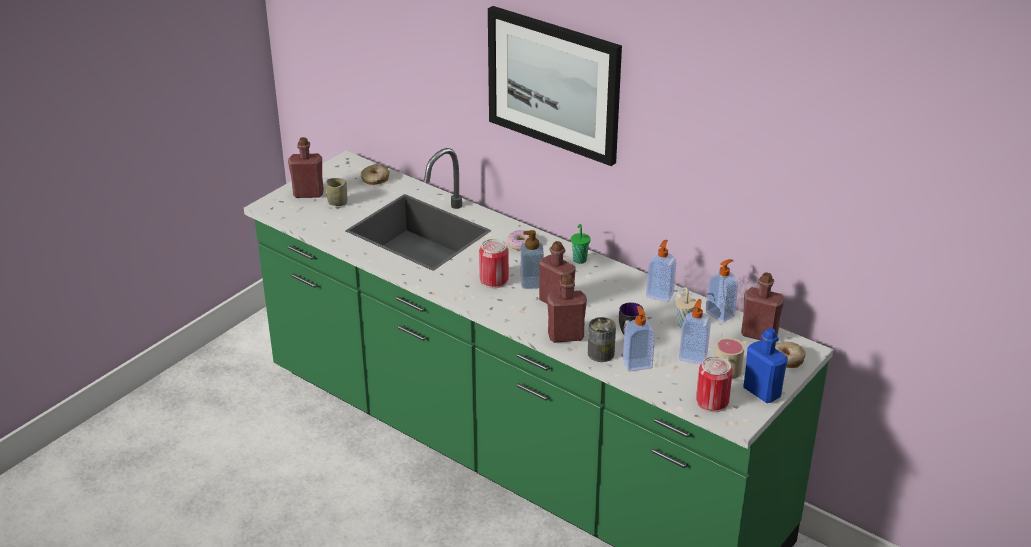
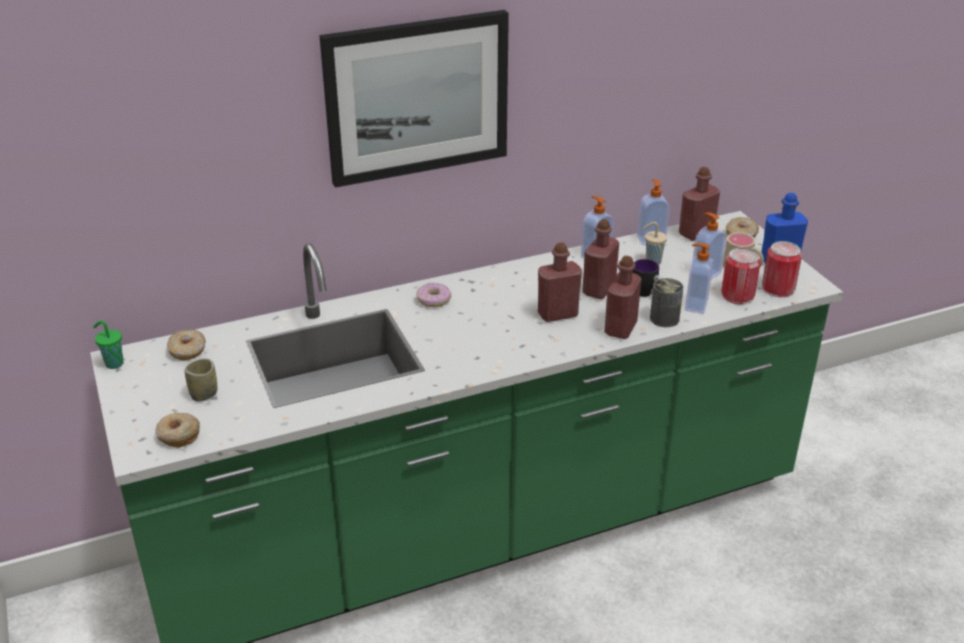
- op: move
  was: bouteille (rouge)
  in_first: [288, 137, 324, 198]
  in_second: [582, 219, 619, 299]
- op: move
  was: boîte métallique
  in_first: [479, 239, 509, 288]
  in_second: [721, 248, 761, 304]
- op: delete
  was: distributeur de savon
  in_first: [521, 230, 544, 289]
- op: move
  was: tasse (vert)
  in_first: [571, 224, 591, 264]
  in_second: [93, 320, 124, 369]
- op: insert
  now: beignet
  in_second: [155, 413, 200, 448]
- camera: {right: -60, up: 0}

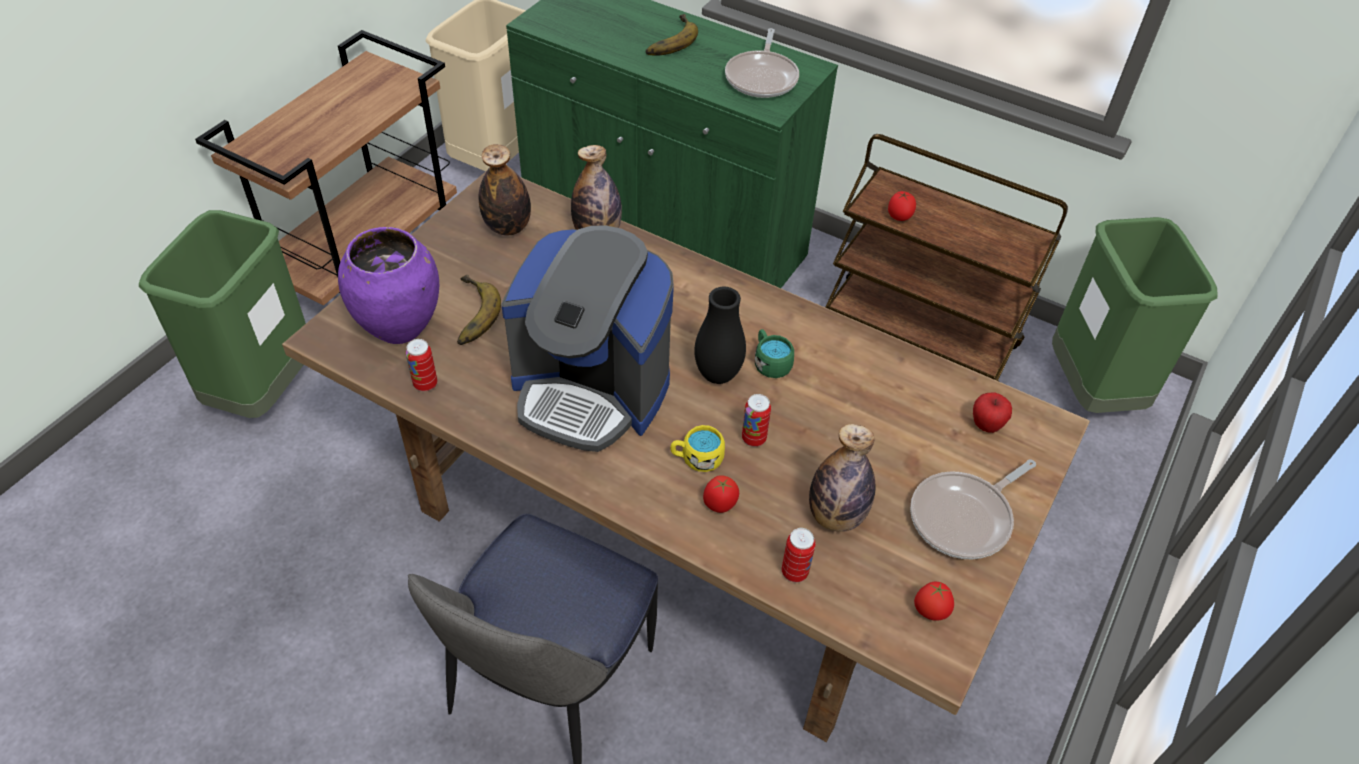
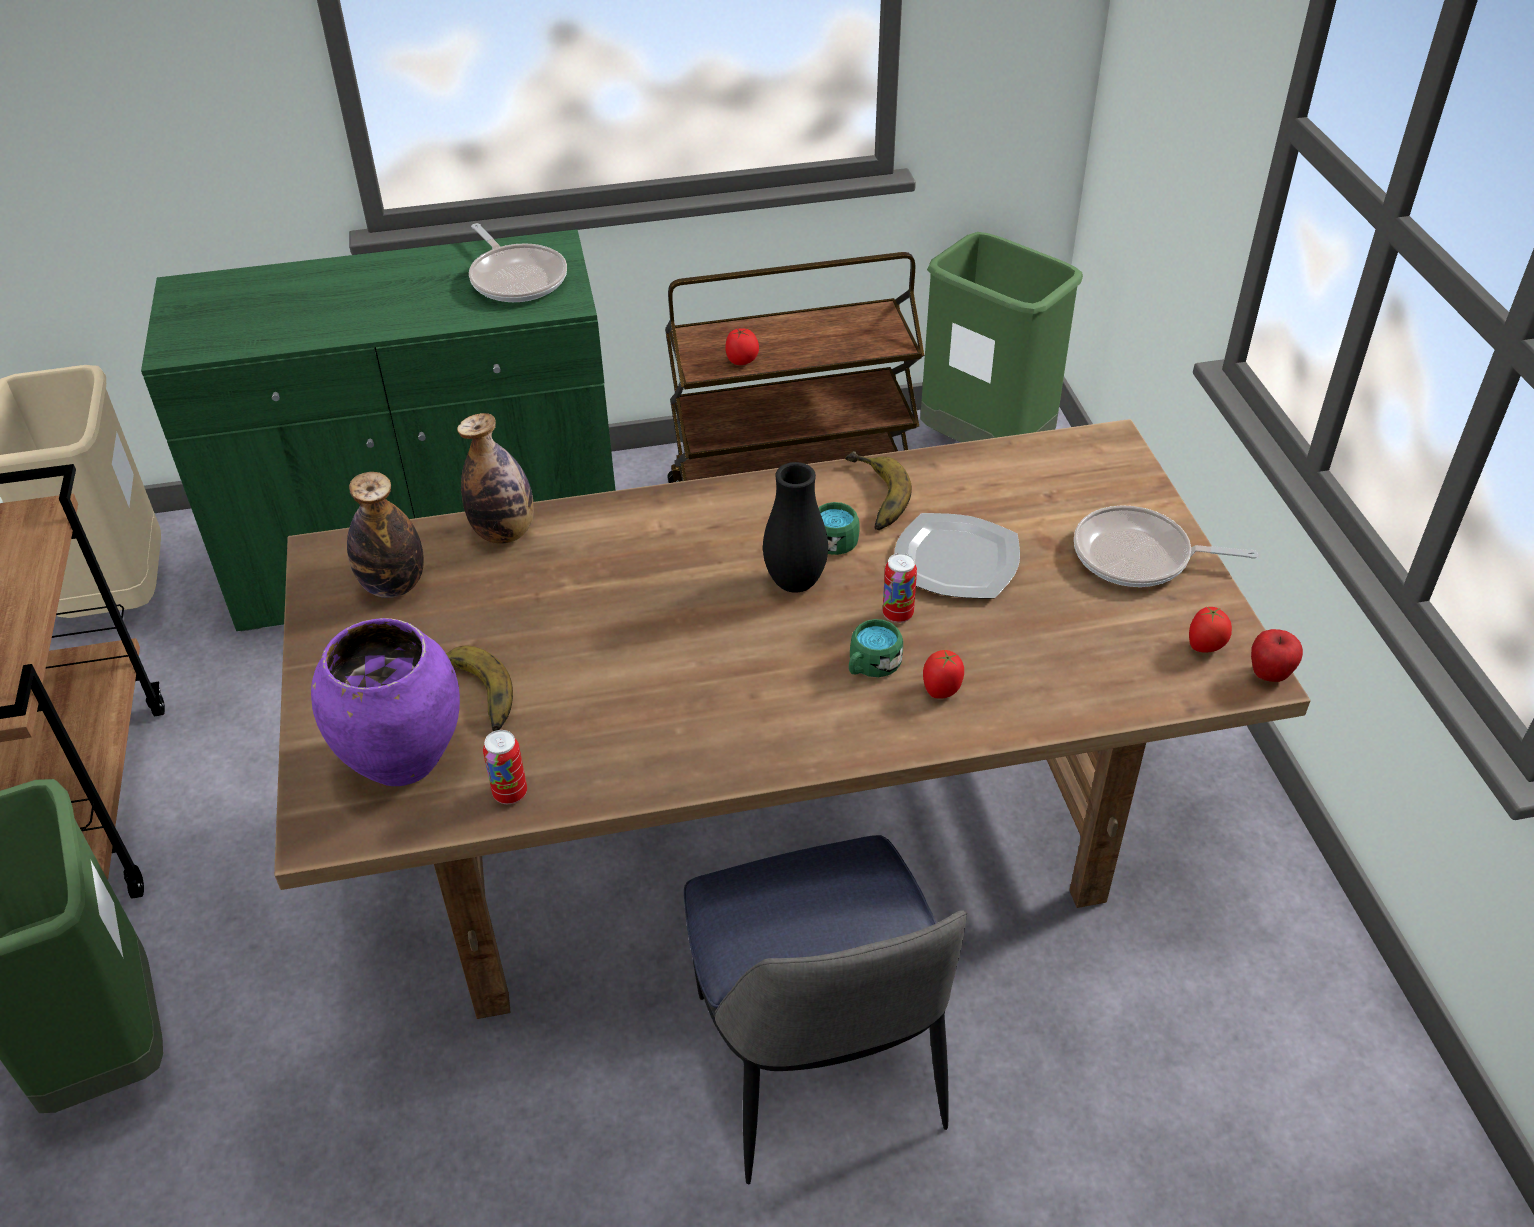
- op: delete
  was: machine à café
  in_first: [501, 226, 674, 452]
- op: move
  was: banane
  in_first: [646, 14, 698, 56]
  in_second: [845, 451, 912, 530]
- op: recolor
  was: mug (jaune)
  now: mug (vert)
  in_first: [670, 425, 725, 472]
  in_second: [849, 619, 903, 677]
- op: delete
  was: boîte métallique
  in_first: [782, 528, 815, 582]
- op: delete
  was: bouteille
  in_first: [809, 424, 876, 532]
- op: rotate
  was: poêle
  in_first: [910, 459, 1036, 560]
  in_second: [1074, 505, 1258, 587]
  clockwise: 90
- op: move
  was: pomme
  in_first: [973, 393, 1012, 433]
  in_second: [1251, 629, 1303, 682]
- op: insert
  now: assiette
  in_second: [894, 513, 1020, 599]
- camera: {right: -40, up: -5}

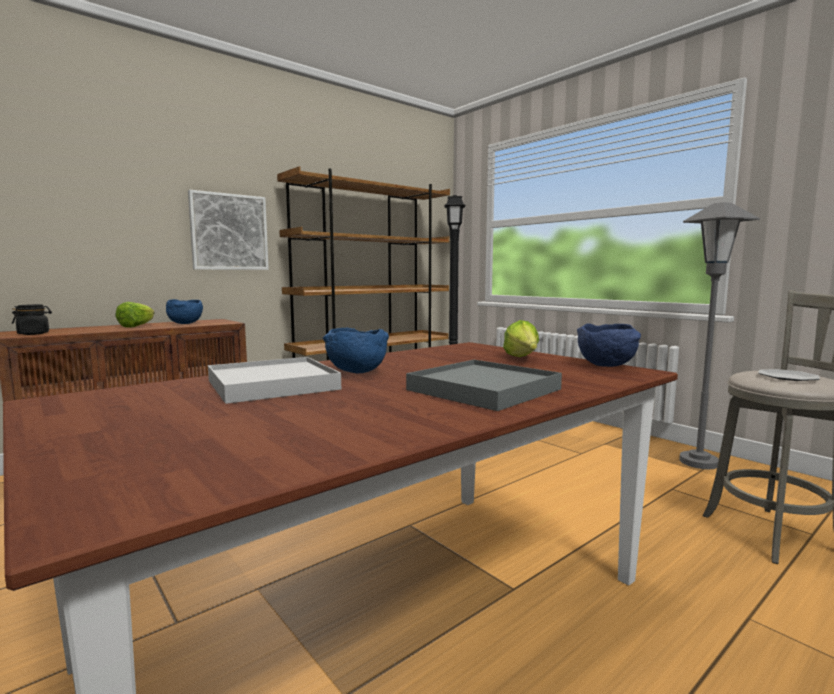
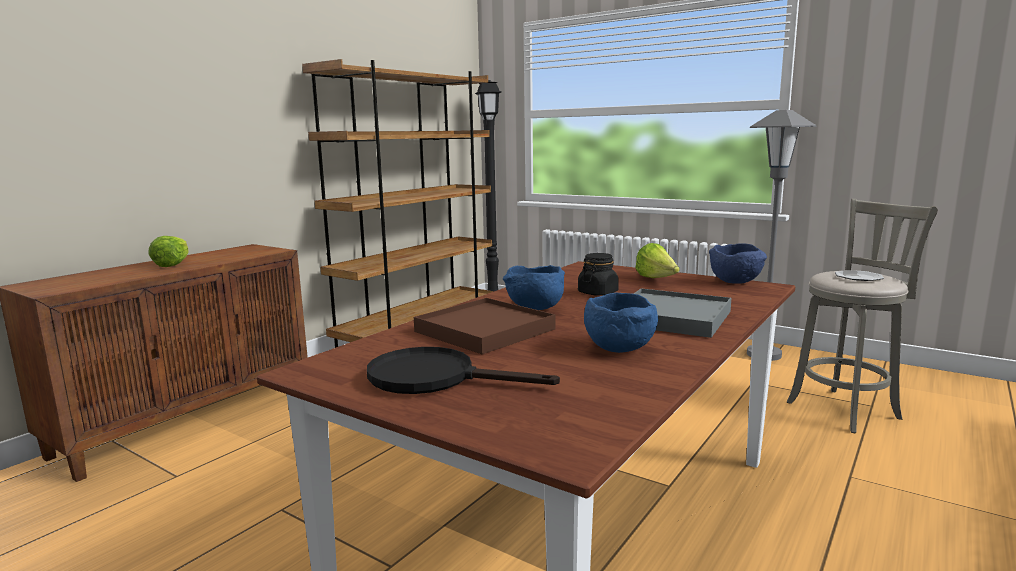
- op: move
  was: bocal (noir)
  in_first: [12, 304, 52, 335]
  in_second: [578, 253, 619, 296]
- op: move
  was: bol (bleu)
  in_first: [166, 299, 203, 324]
  in_second: [584, 293, 658, 353]
- op: delete
  was: tableau
  in_first: [188, 190, 269, 270]
- op: recolor
  was: plateau (blanc)
  now: plateau (marron)
  in_first: [208, 357, 341, 404]
  in_second: [414, 298, 555, 355]
- op: insert
  now: poêle (noir)
  in_second: [367, 347, 560, 394]
- camera: {right: -15, up: 5}

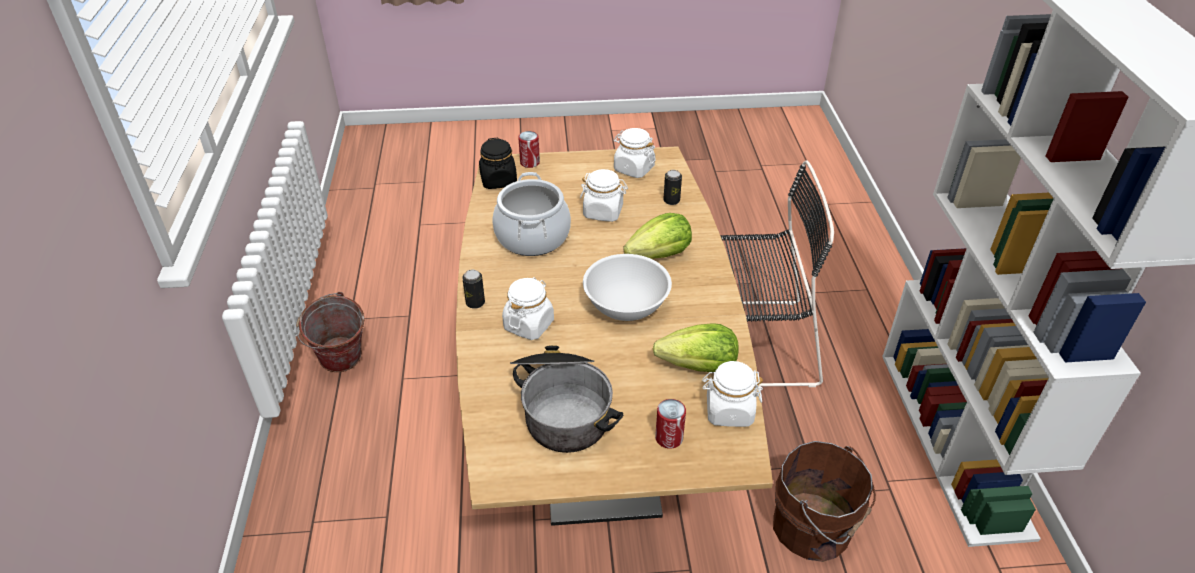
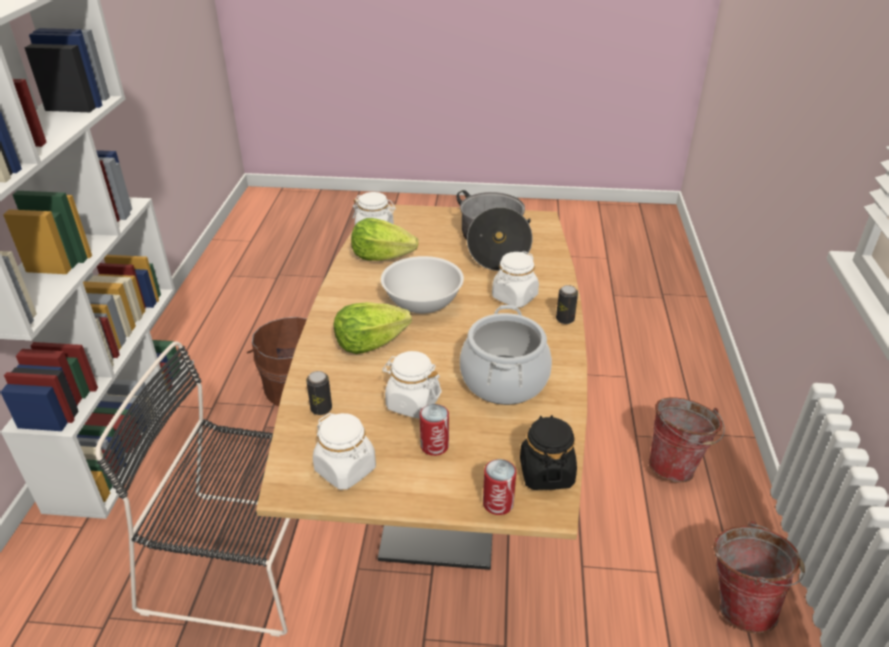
- op: move
  was: boîte métallique
  in_first: [655, 399, 686, 449]
  in_second: [420, 404, 449, 456]
- op: insert
  now: seau
  in_second: [648, 397, 725, 482]
- camera: {right: -170, up: -5}

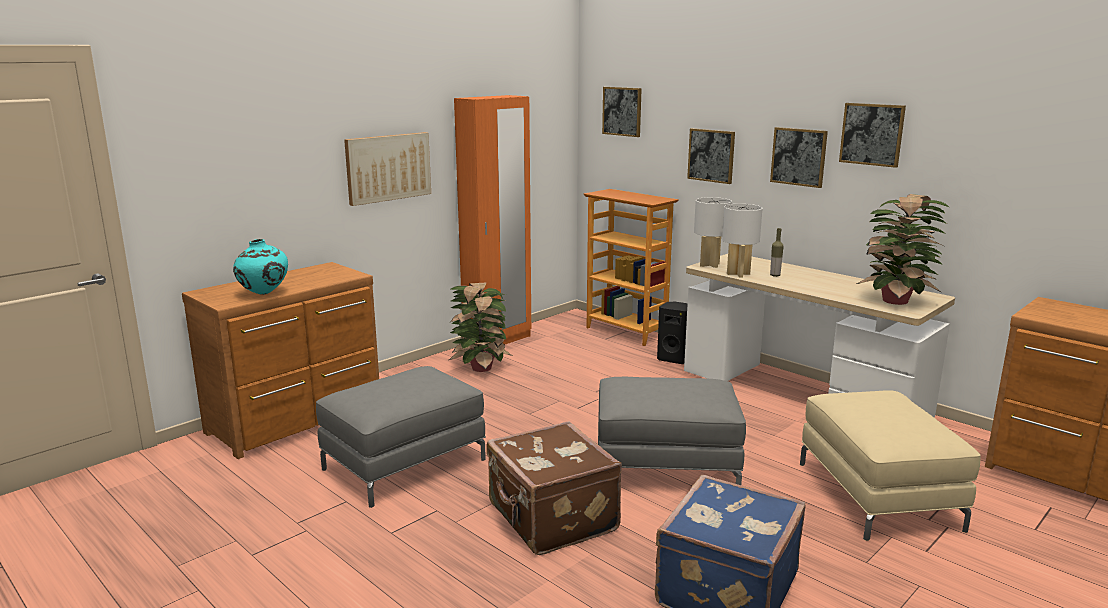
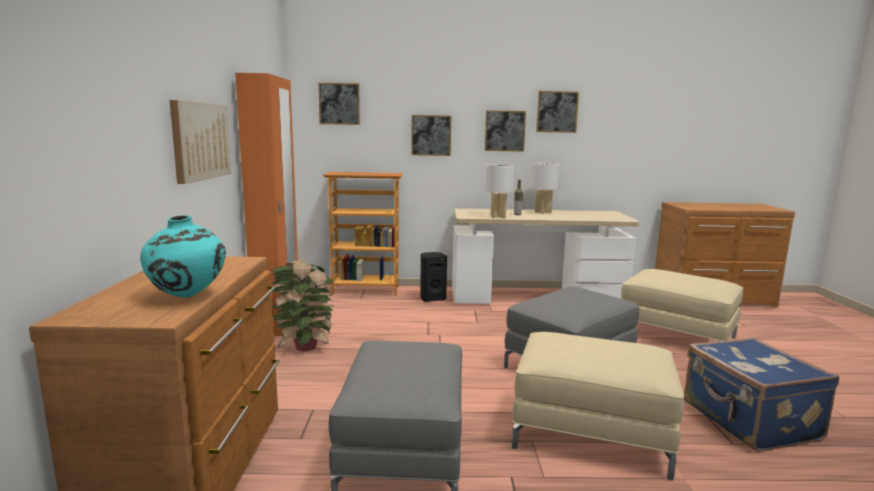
- op: replace
  was: valise (marron)
  now: pouf (beige)
  in_first: [486, 421, 622, 555]
  in_second: [512, 332, 684, 481]
- op: move
  was: lampe de table (blanc)
  in_first: [694, 197, 732, 268]
  in_second: [532, 163, 560, 214]
- op: delete
  was: plante en pot
  in_first: [857, 194, 949, 305]
- camera: {right: -45, up: -5}

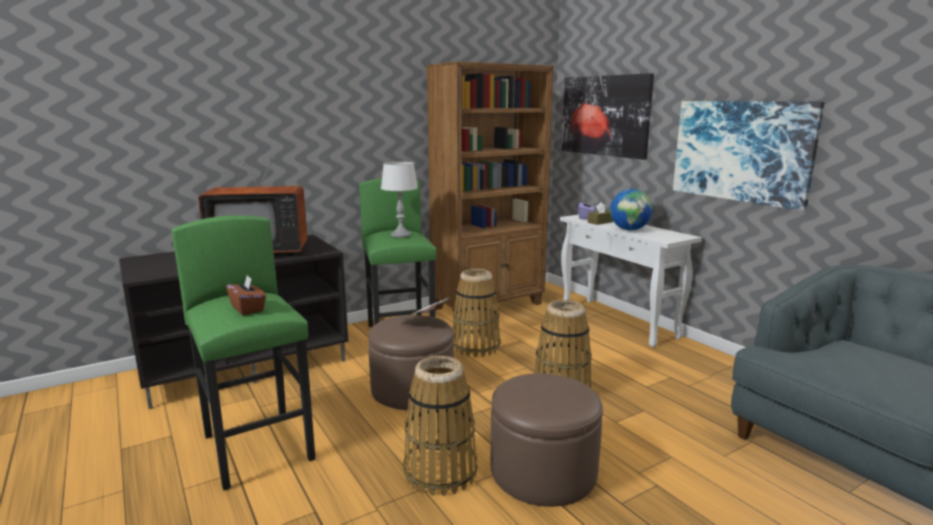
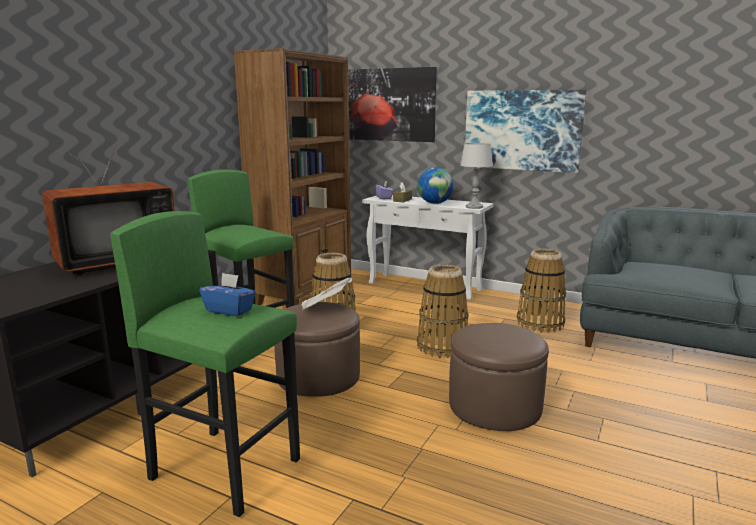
- op: recolor
  was: boîte à mouchoirs (marron)
  now: boîte à mouchoirs (bleu)
  in_first: [226, 276, 266, 315]
  in_second: [200, 273, 256, 316]
- op: move
  was: lampe de table (gris)
  in_first: [381, 162, 418, 238]
  in_second: [460, 143, 493, 209]
- op: move
  was: panier
  in_first: [403, 356, 478, 496]
  in_second: [517, 249, 566, 333]
- camera: {right: -30, up: 0}

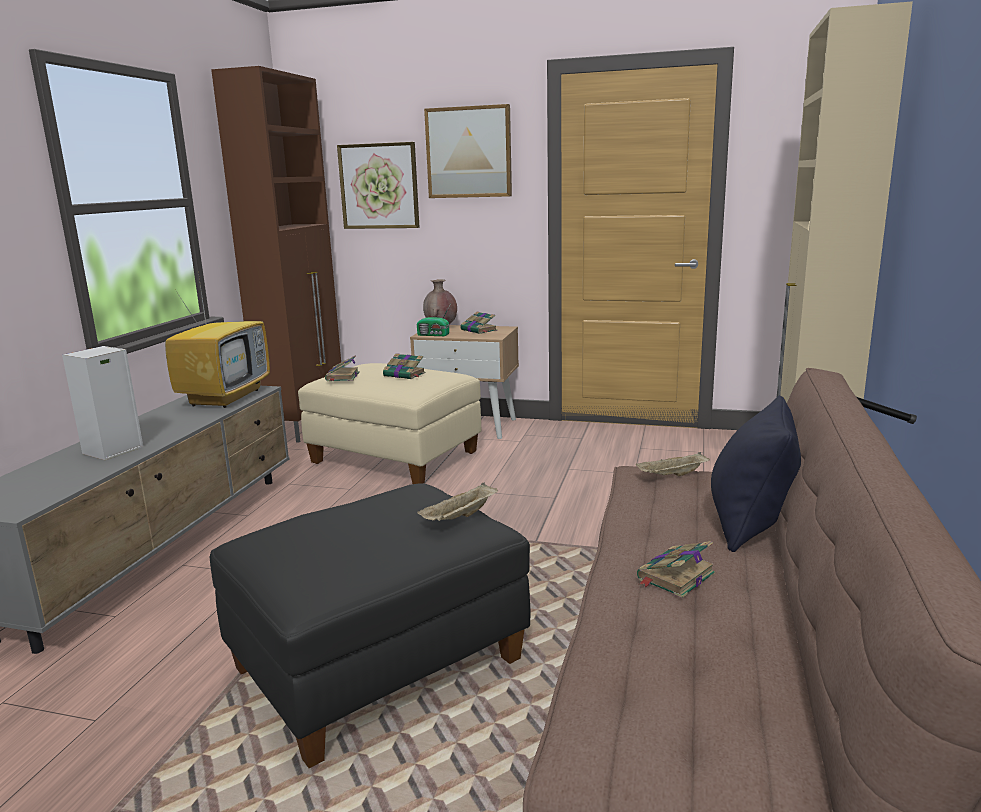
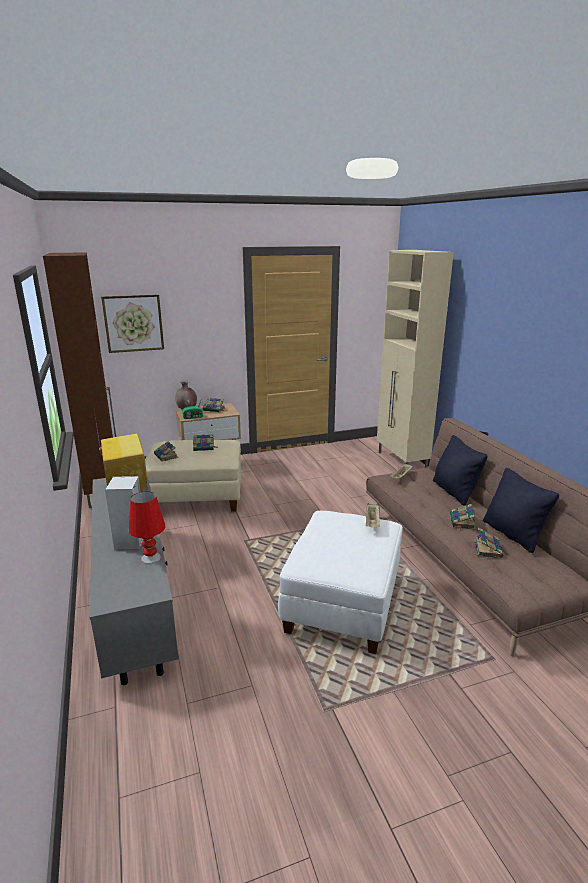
- op: recolor
  was: pouf (noir)
  now: pouf (blanc)
  in_first: [210, 483, 530, 768]
  in_second: [278, 511, 403, 654]
- op: delete
  was: tableau
  in_first: [424, 104, 512, 198]
- op: insert
  now: lampe de table (rouge)
  in_second: [129, 491, 166, 564]
- op: insert
  now: livre
  in_second: [474, 528, 503, 558]
- op: insert
  now: coussin (noir)
  in_second: [483, 468, 559, 553]
- camera: {right: -35, up: 5}

